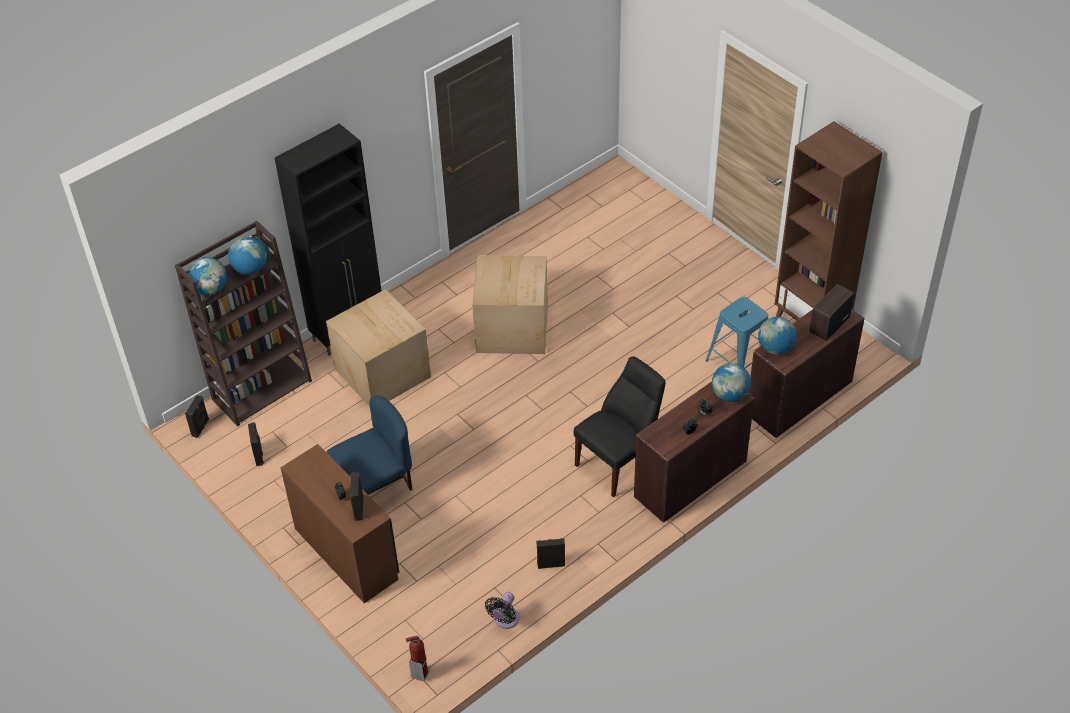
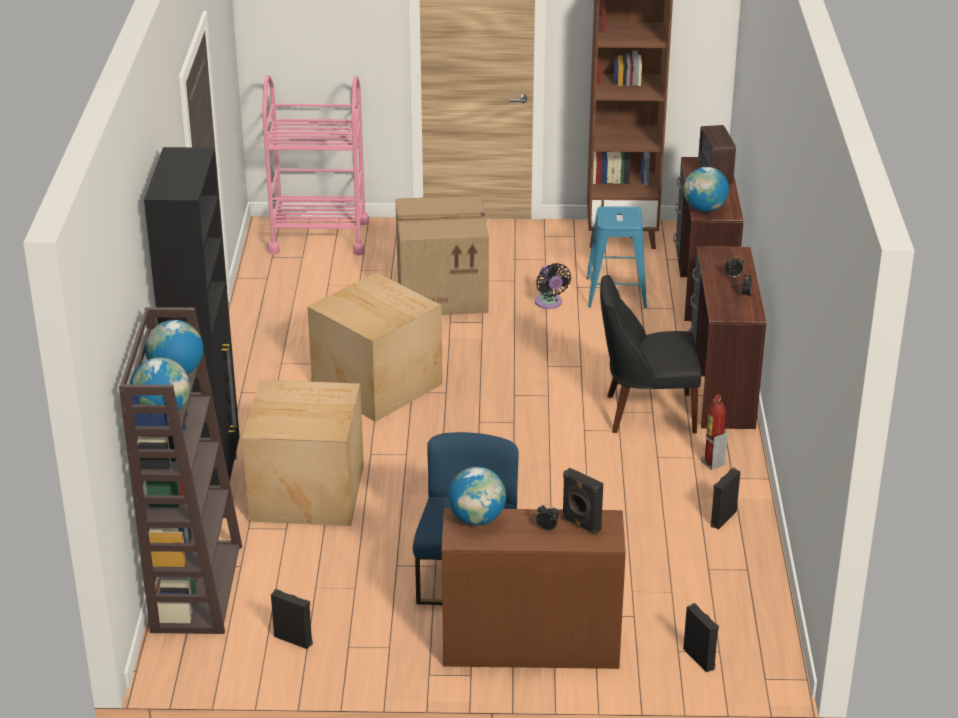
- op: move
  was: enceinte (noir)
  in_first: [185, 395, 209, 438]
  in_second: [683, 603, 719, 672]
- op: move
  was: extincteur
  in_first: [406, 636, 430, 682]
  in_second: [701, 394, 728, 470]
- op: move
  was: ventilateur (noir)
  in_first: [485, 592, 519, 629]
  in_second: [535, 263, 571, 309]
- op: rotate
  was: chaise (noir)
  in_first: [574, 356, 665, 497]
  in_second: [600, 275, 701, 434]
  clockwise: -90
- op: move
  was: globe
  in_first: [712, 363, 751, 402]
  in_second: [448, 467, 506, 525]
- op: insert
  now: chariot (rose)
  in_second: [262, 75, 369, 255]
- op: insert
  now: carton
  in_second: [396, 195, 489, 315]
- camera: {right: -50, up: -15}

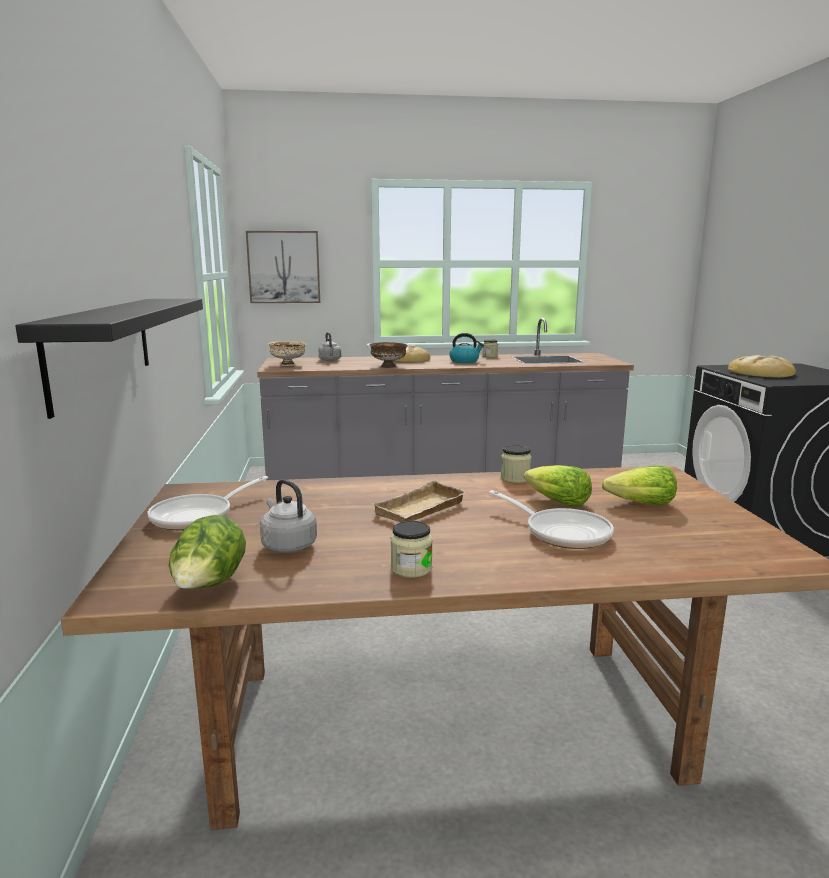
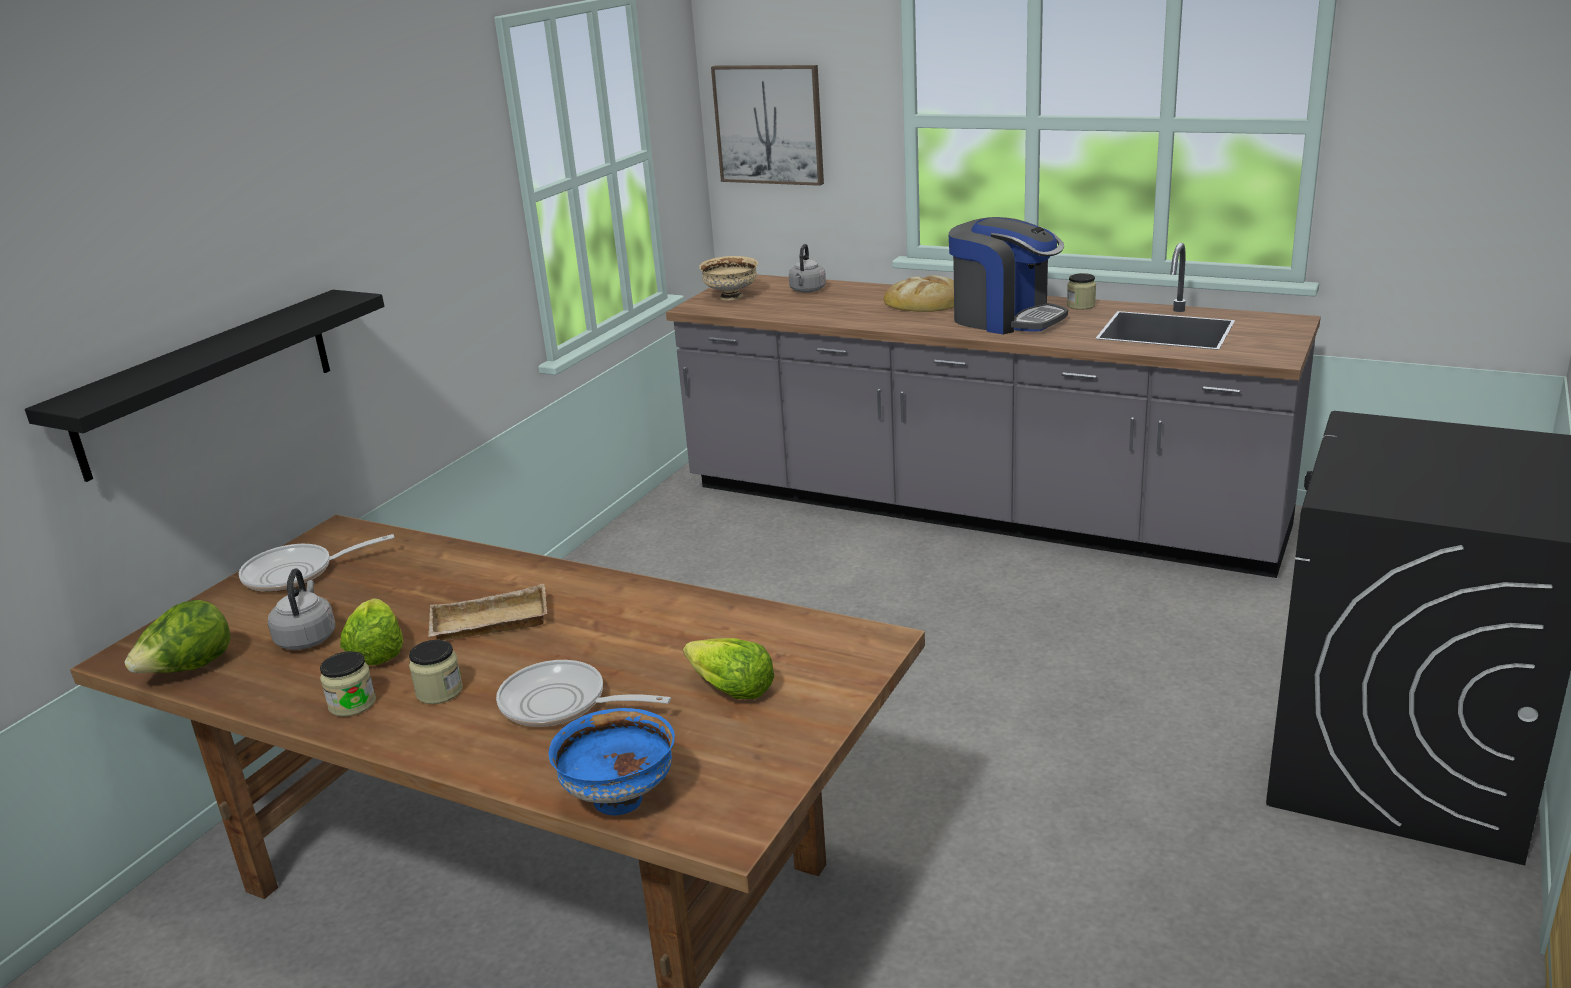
- op: delete
  was: bol (marron)
  in_first: [370, 342, 408, 368]
- op: replace
  was: bouilloire
  now: machine à café
  in_first: [449, 333, 484, 363]
  in_second: [949, 217, 1068, 335]
- op: rotate
  was: poêle
  in_first: [489, 490, 614, 549]
  in_second: [496, 660, 671, 727]
  clockwise: 120
- op: move
  was: bocal
  in_first: [501, 445, 531, 483]
  in_second: [409, 640, 463, 704]
- op: move
  was: laitue
  in_first: [524, 465, 592, 507]
  in_second: [340, 598, 403, 665]
- op: delete
  was: pain
  in_first: [728, 355, 796, 378]
- op: insert
  now: bol (bleu)
  in_second: [549, 708, 675, 815]
- camera: {right: 35, up: 10}

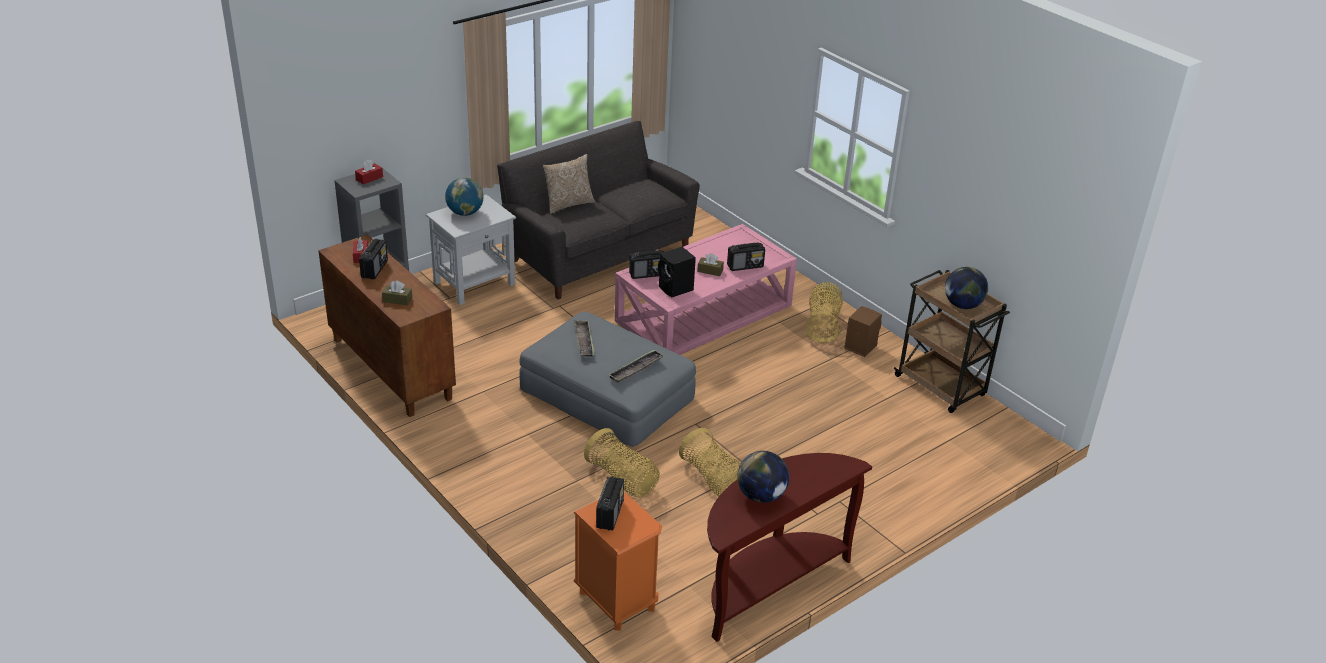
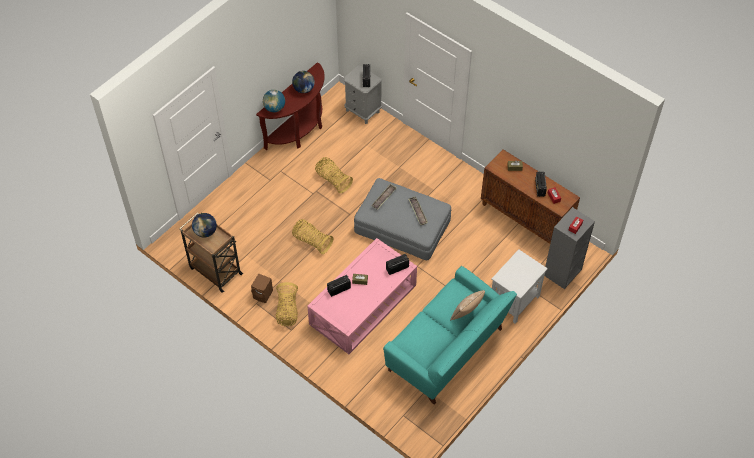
- op: move
  was: globe
  in_first: [445, 178, 484, 216]
  in_second: [263, 90, 285, 112]
- op: recolor
  was: canapé (gris)
  now: canapé (turquoise)
  in_first: [497, 121, 700, 299]
  in_second: [383, 266, 517, 405]
- op: recolor
  was: table de chevet (orange)
  now: table de chevet (gris)
  in_first: [574, 492, 662, 631]
  in_second: [344, 65, 382, 124]
- op: move
  was: panier
  in_first: [584, 428, 660, 498]
  in_second: [292, 219, 333, 254]
- op: delete
  was: enceinte (noir)
  in_first: [658, 247, 696, 297]
- camera: {right: 170, up: 20}

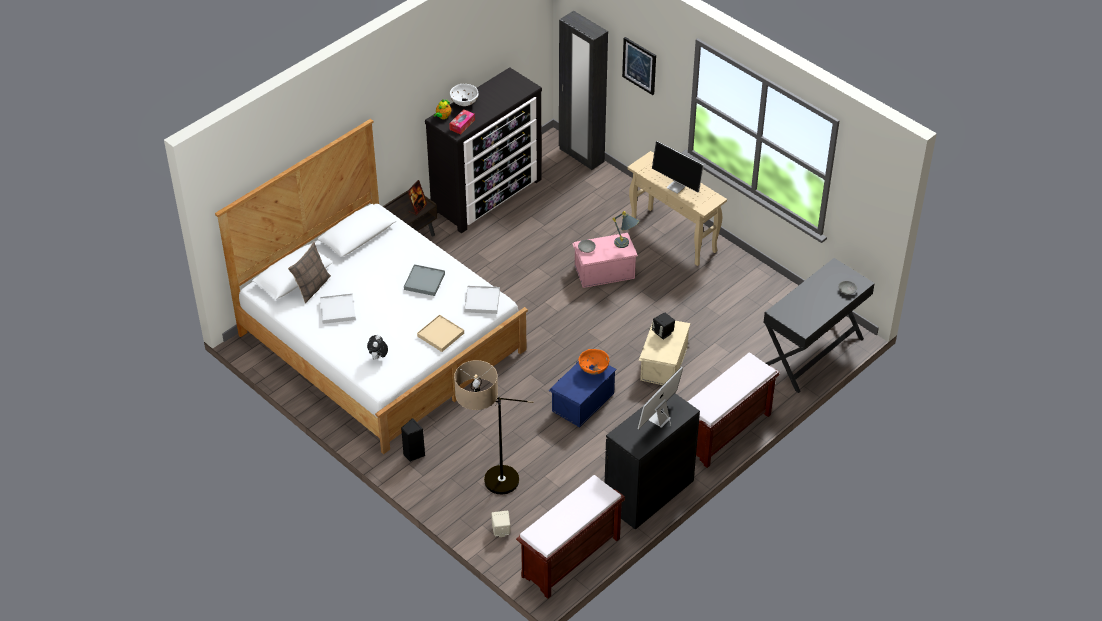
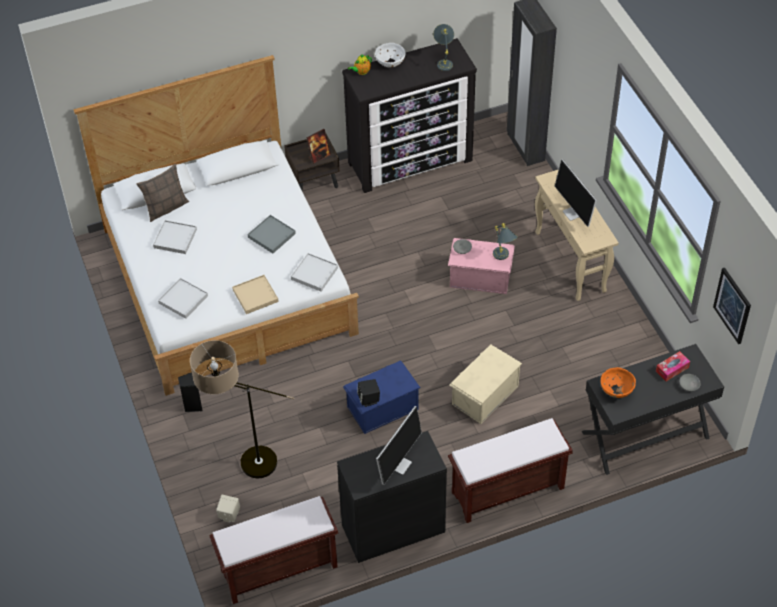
- op: replace
  was: peluche
  now: plateau (blanc)
  in_first: [367, 335, 388, 360]
  in_second: [158, 278, 208, 319]
- op: move
  was: boîte à mouchoirs
  in_first: [449, 109, 475, 134]
  in_second: [656, 351, 690, 381]
- op: move
  was: bol (orange)
  in_first: [578, 349, 610, 375]
  in_second: [601, 367, 636, 398]
- op: move
  was: tableau
  in_first: [622, 37, 656, 95]
  in_second: [713, 268, 751, 344]
- op: rotate
  was: écran d'ordinateur
  in_first: [637, 367, 683, 430]
  in_second: [376, 406, 422, 485]
  clockwise: 150
- op: move
  was: enceinte (noir)
  in_first: [652, 313, 675, 340]
  in_second: [357, 379, 380, 407]
- op: insert
  now: lampe de table (gris)
  in_second: [433, 24, 454, 71]
- camera: {right: 25, up: 5}

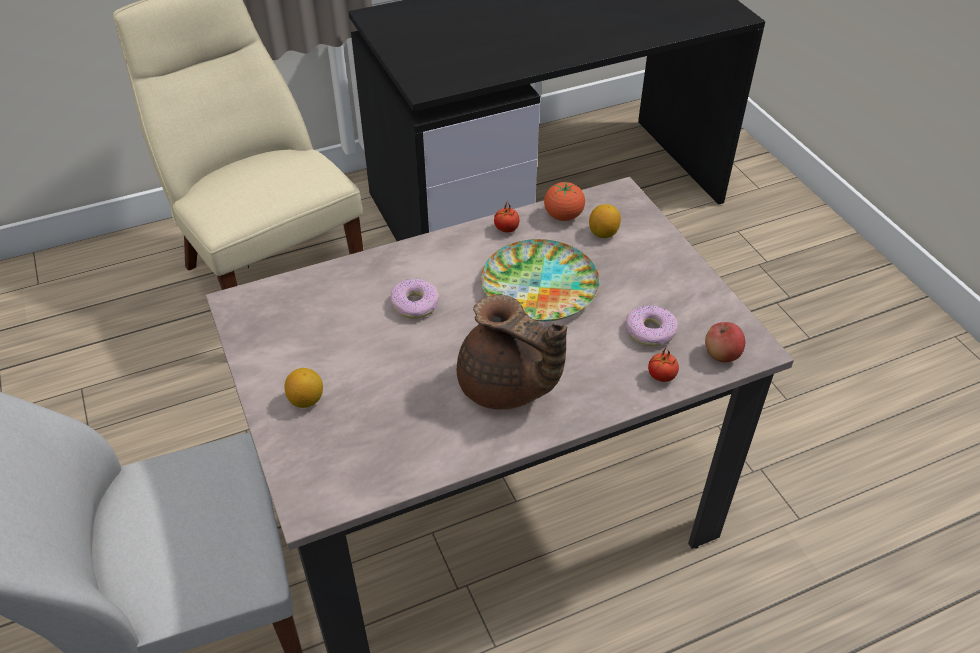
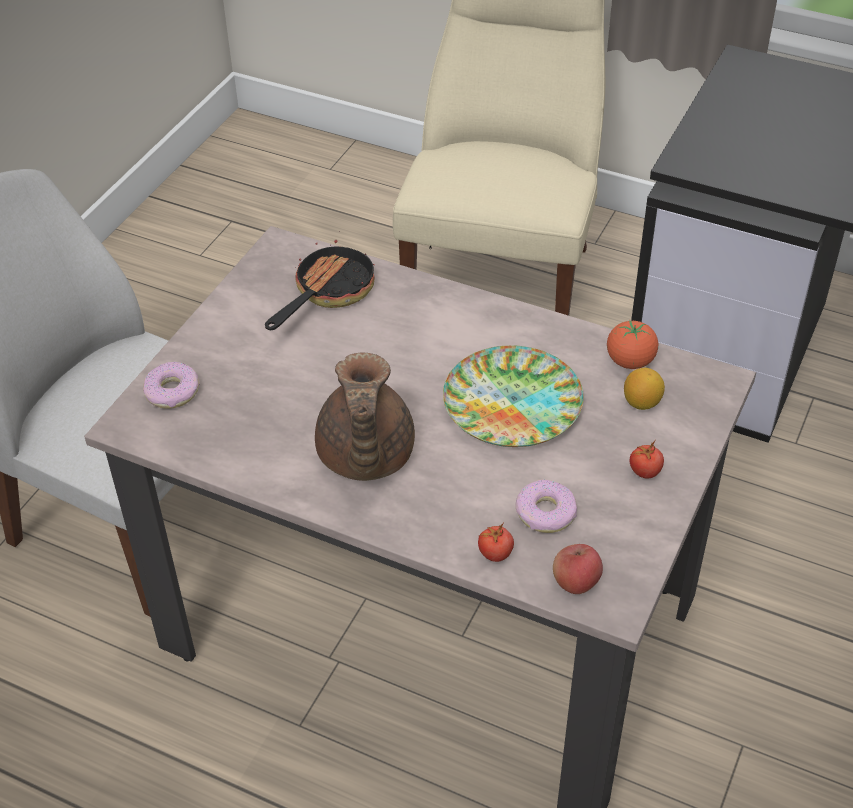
- op: delete
  was: citron
  in_first: [284, 368, 323, 408]
- op: move
  was: beignet
  in_first: [390, 279, 439, 319]
  in_second: [143, 362, 200, 409]
- op: move
  was: tomate
  in_first: [494, 202, 519, 233]
  in_second: [630, 440, 664, 479]
- op: insert
  now: poêle
  in_second: [265, 231, 375, 330]
- camera: {right: 50, up: 0}

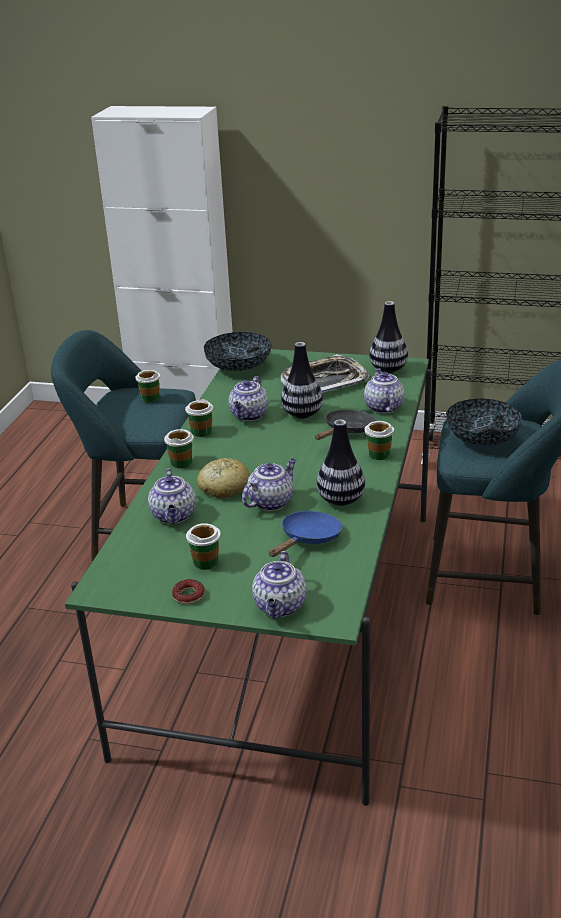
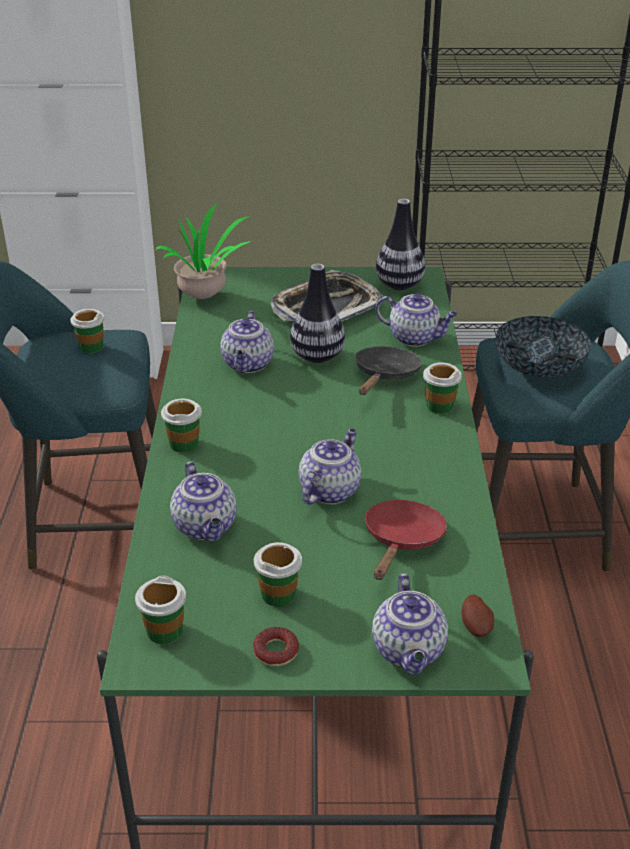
- op: move
  was: tasse
  in_first: [185, 399, 213, 437]
  in_second: [135, 575, 186, 644]
- op: delete
  was: pain
  in_first: [197, 458, 250, 498]
- op: replace
  was: bol
  now: plante en pot
  in_first: [204, 332, 271, 371]
  in_second: [156, 202, 251, 299]
- op: recolor
  was: poêle (bleu)
  now: poêle (rouge)
  in_first: [269, 511, 342, 557]
  in_second: [365, 500, 447, 580]
- op: delete
  was: vase
  in_first: [317, 419, 365, 506]
- op: rotate
  was: théière
  in_first: [364, 368, 404, 413]
  in_second: [376, 293, 458, 347]
  clockwise: 135
- op: insert
  now: pomme de terre
  in_second: [461, 595, 494, 637]
- camera: {right: -15, up: 5}

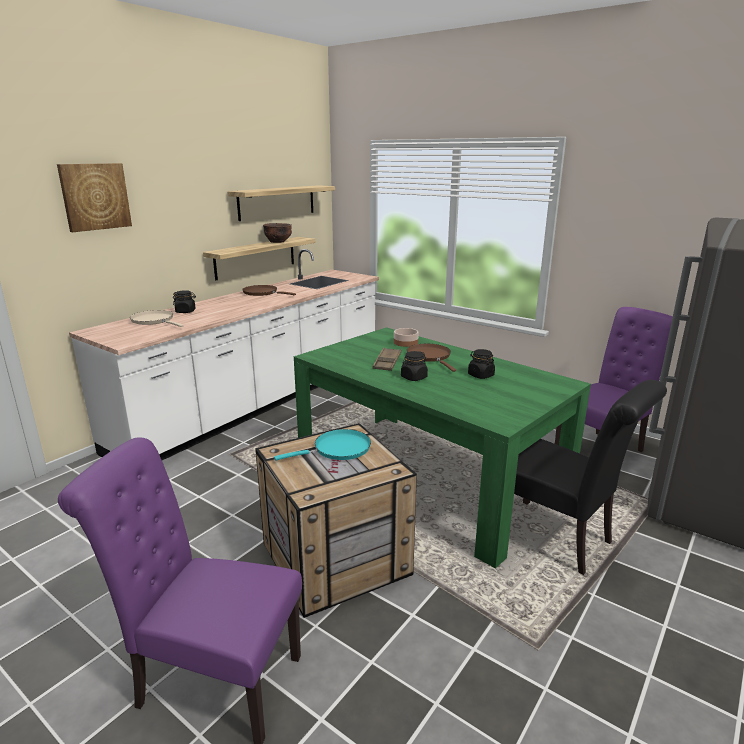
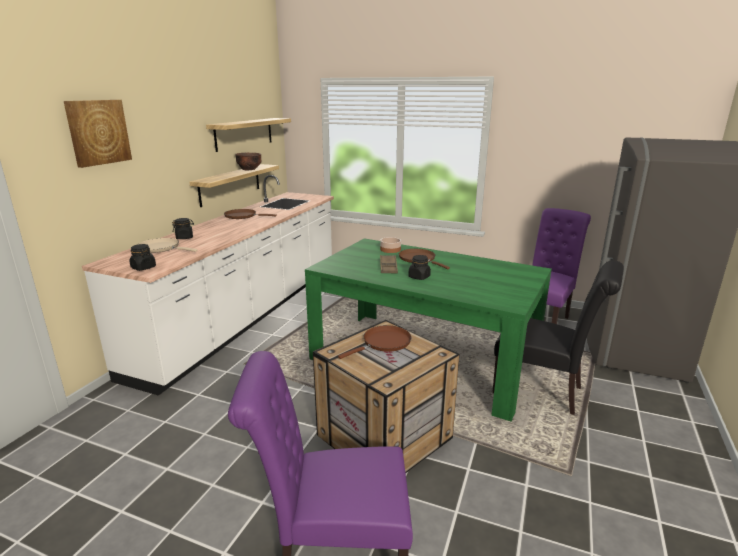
- op: recolor
  was: poêle (turquoise)
  now: poêle (marron)
  in_first: [274, 429, 371, 461]
  in_second: [338, 325, 411, 359]
- op: move
  was: bocal (noir)
  in_first: [468, 349, 495, 379]
  in_second: [129, 244, 156, 271]
- camera: {right: -15, up: 0}

